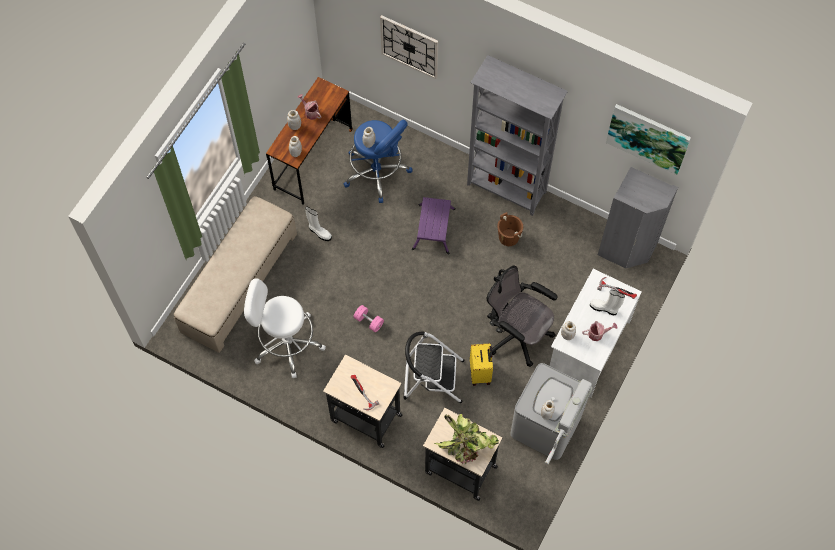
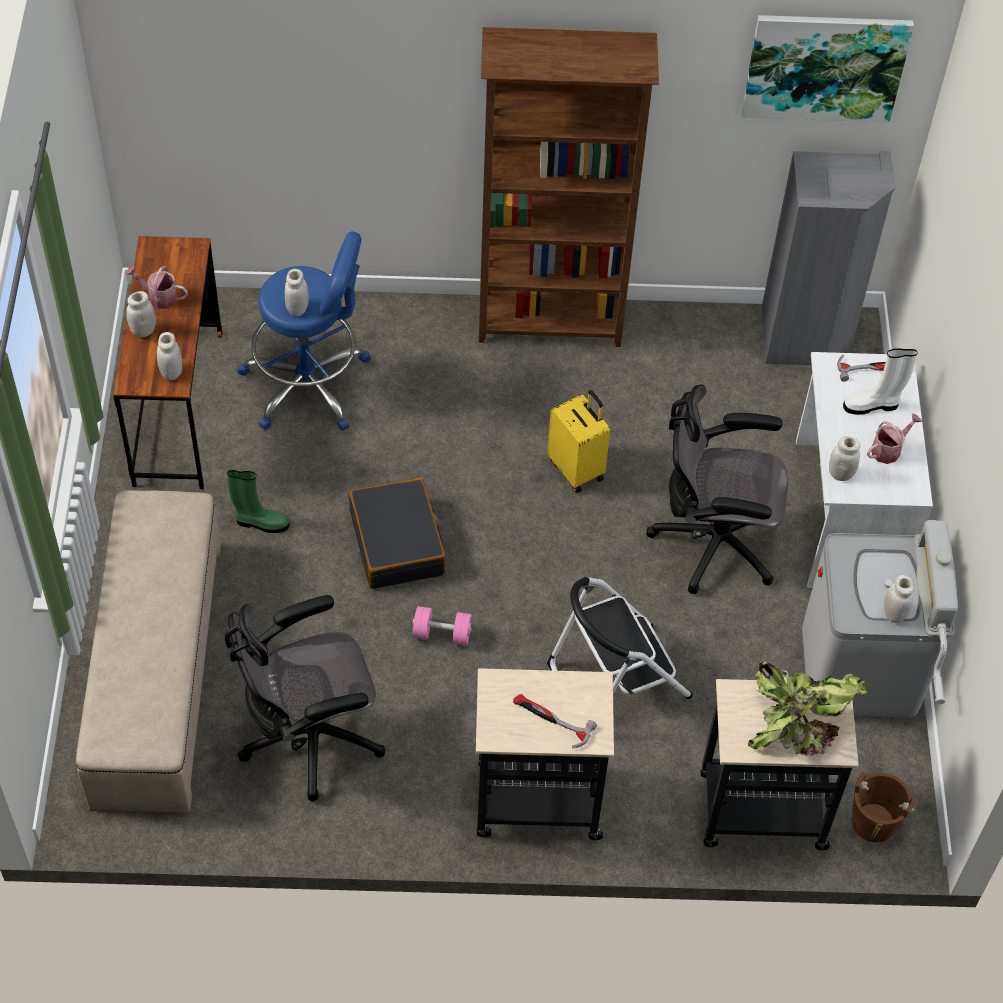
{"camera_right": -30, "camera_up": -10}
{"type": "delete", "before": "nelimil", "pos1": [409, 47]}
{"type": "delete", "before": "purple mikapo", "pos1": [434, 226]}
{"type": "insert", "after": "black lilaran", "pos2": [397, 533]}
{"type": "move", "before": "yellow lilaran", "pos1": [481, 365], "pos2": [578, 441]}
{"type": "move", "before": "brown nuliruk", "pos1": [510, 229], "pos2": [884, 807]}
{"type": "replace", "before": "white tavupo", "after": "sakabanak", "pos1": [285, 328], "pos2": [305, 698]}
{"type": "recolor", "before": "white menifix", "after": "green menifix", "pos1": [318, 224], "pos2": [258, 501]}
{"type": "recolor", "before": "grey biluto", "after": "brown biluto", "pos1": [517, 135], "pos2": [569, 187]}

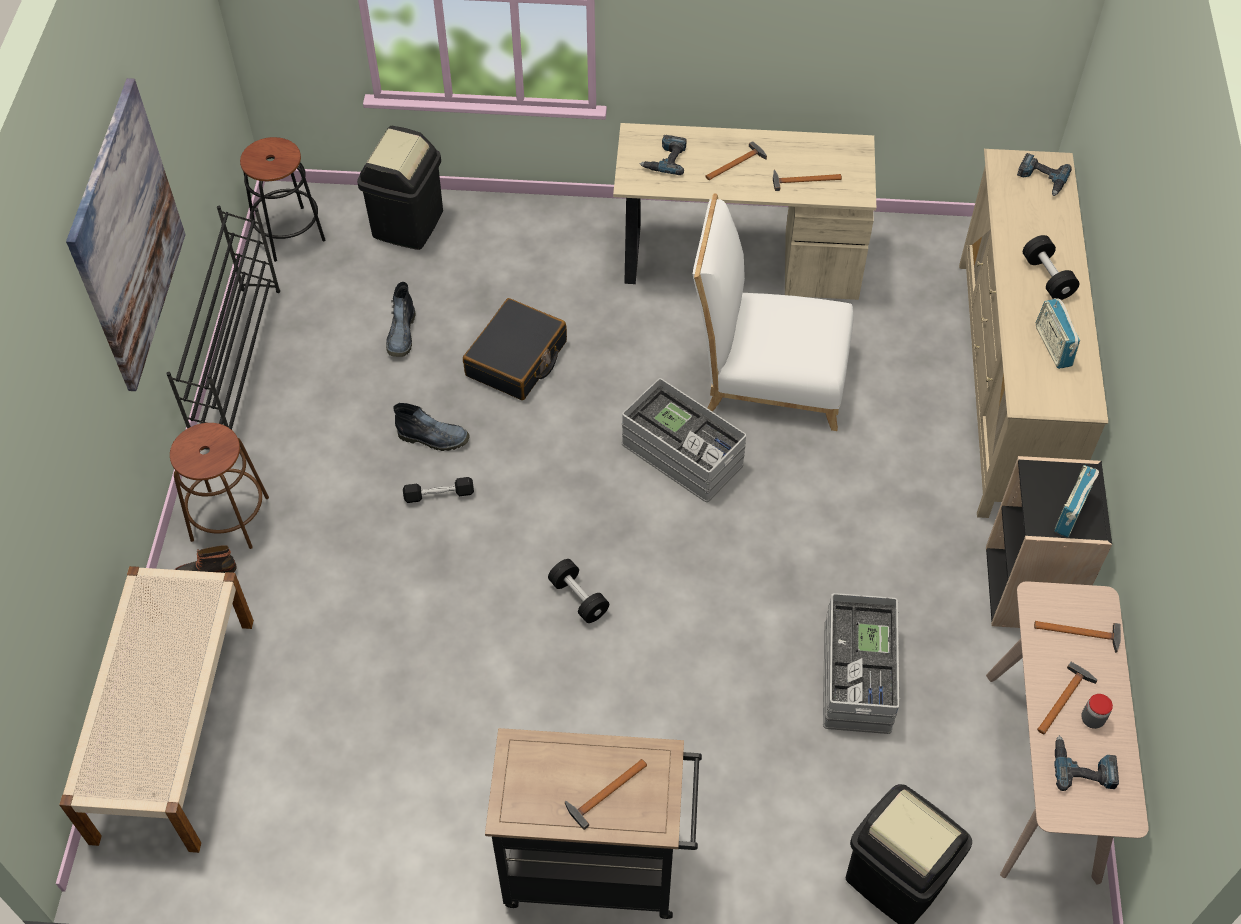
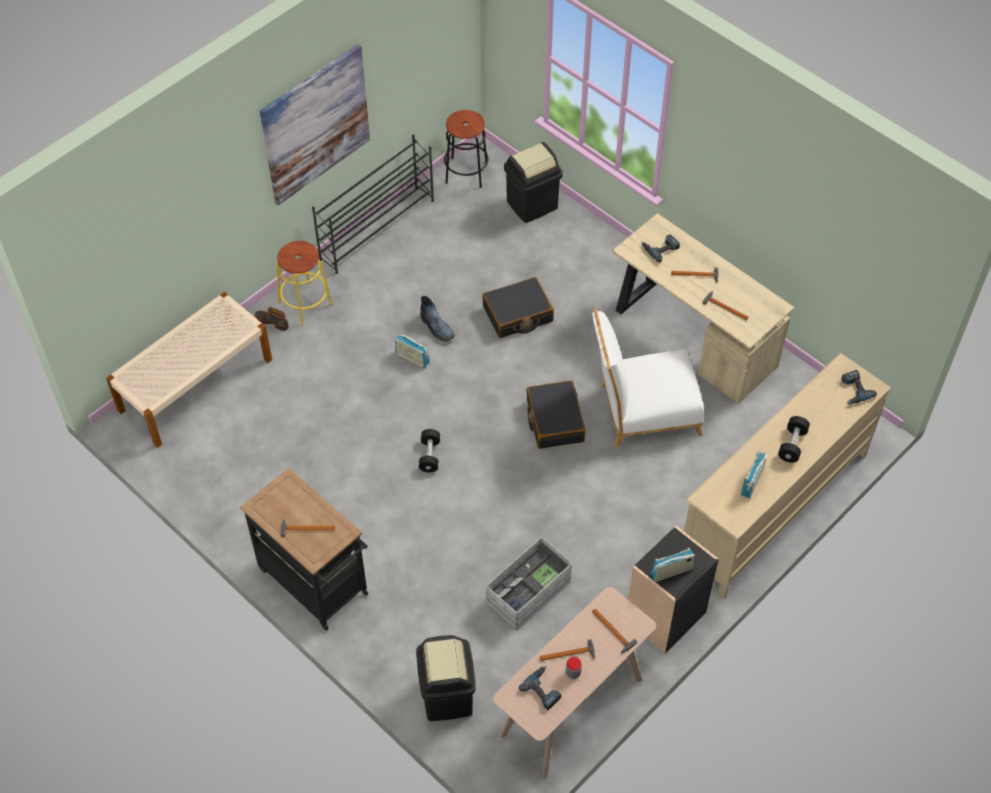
{"camera_right": 40, "camera_up": 0}
{"type": "delete", "before": "menifix", "pos1": [400, 319]}
{"type": "replace", "before": "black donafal", "after": "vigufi", "pos1": [438, 490], "pos2": [412, 351]}
{"type": "replace", "before": "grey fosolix", "after": "black lilaran", "pos1": [684, 440], "pos2": [556, 414]}
{"type": "recolor", "before": "brown tavupo", "after": "yellow tavupo", "pos1": [219, 486], "pos2": [305, 283]}
{"type": "rotate", "before": "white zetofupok", "pos1": [773, 312], "pos2": [648, 377], "turn": -60}

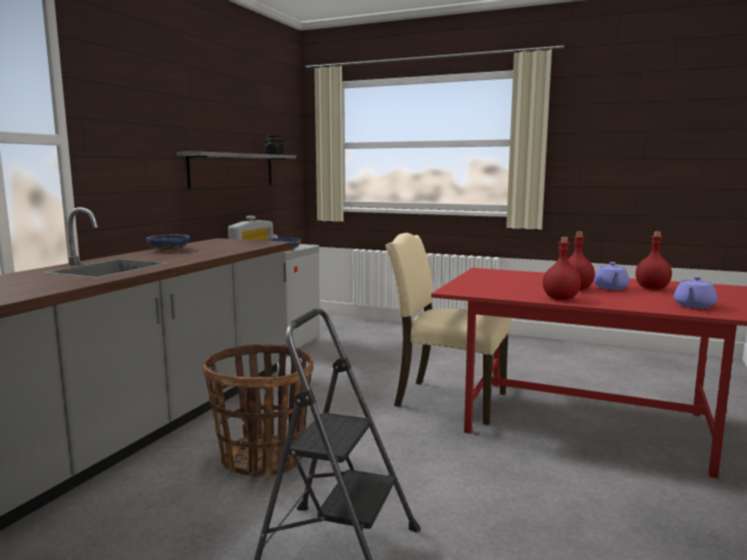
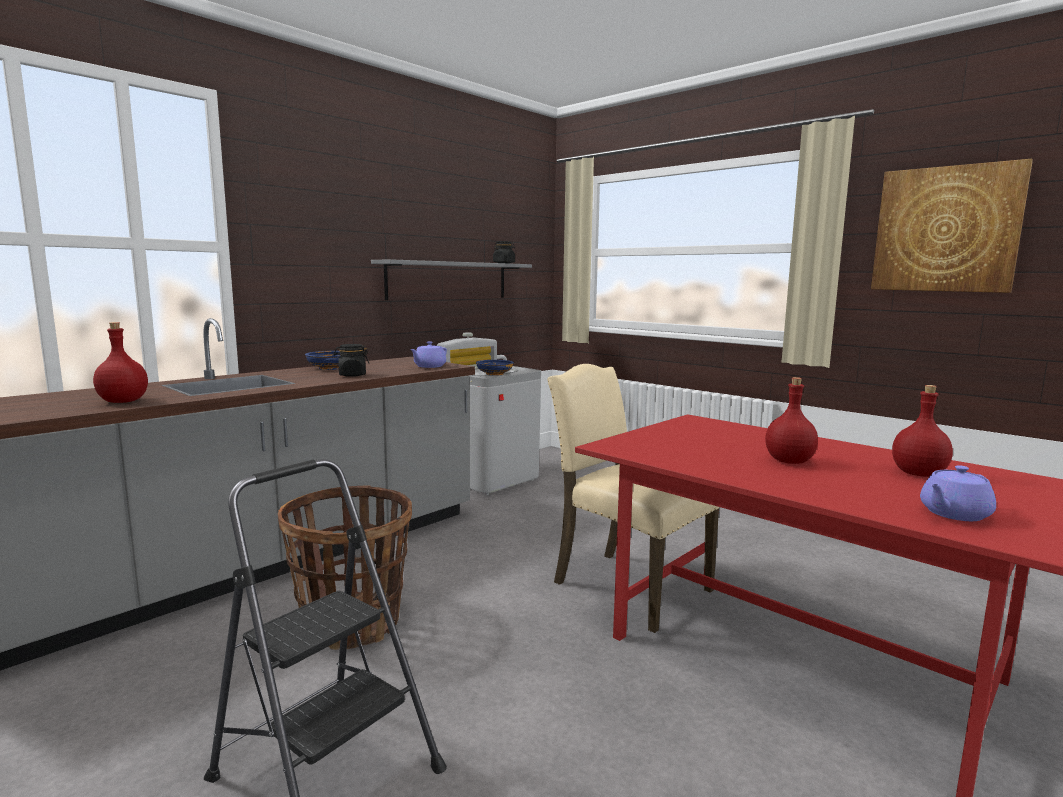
{"camera_right": 20, "camera_up": 0}
{"type": "insert", "after": "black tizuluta", "pos2": [351, 360]}
{"type": "insert", "after": "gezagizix", "pos2": [952, 226]}
{"type": "move", "before": "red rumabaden", "pos1": [562, 268], "pos2": [120, 362]}
{"type": "move", "before": "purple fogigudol", "pos1": [611, 276], "pos2": [428, 354]}

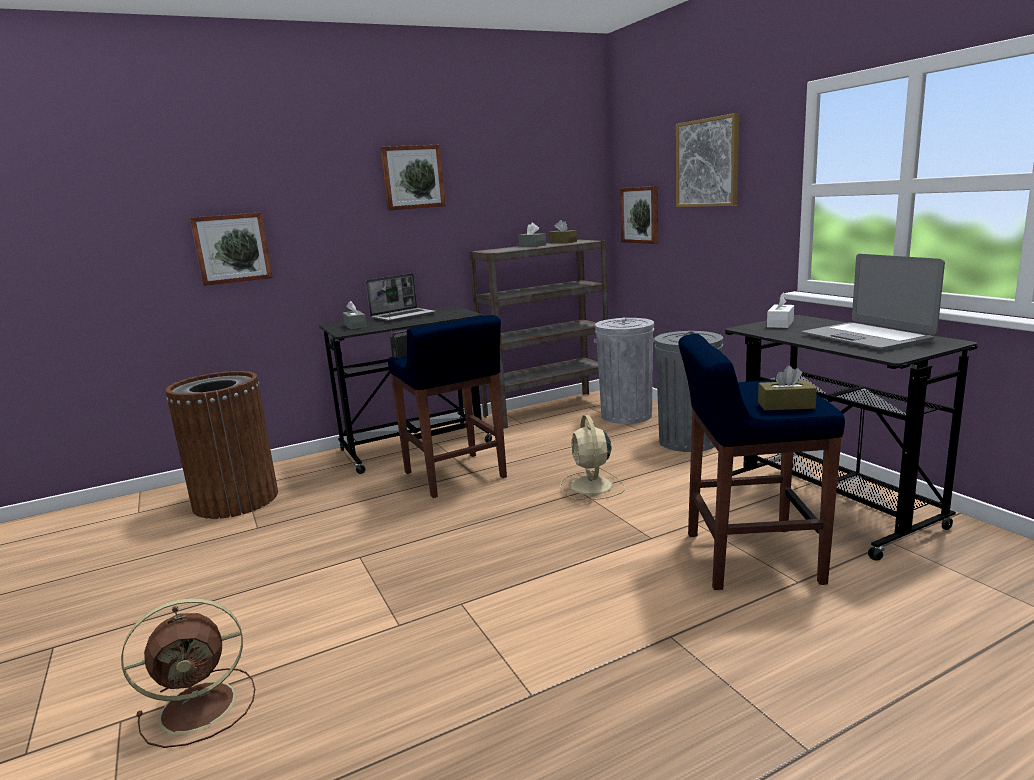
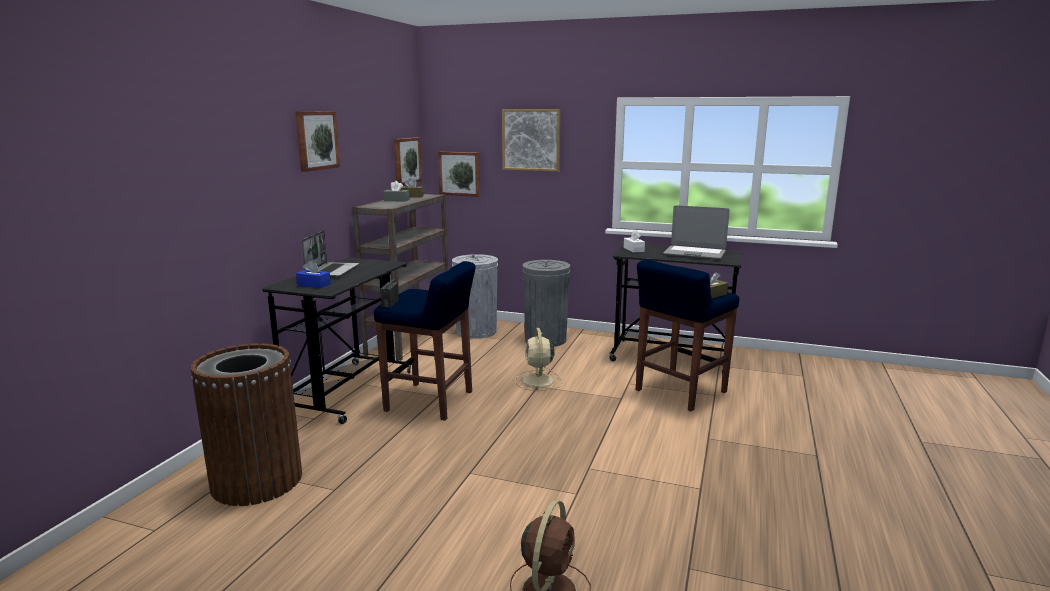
{"camera_right": -45, "camera_up": 0}
{"type": "move", "before": "gezagizix", "pos1": [231, 249], "pos2": [408, 161]}
{"type": "recolor", "before": "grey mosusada", "after": "blue mosusada", "pos1": [355, 315], "pos2": [313, 274]}
{"type": "rotate", "before": "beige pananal", "pos1": [592, 457], "pos2": [539, 359], "turn": 45}

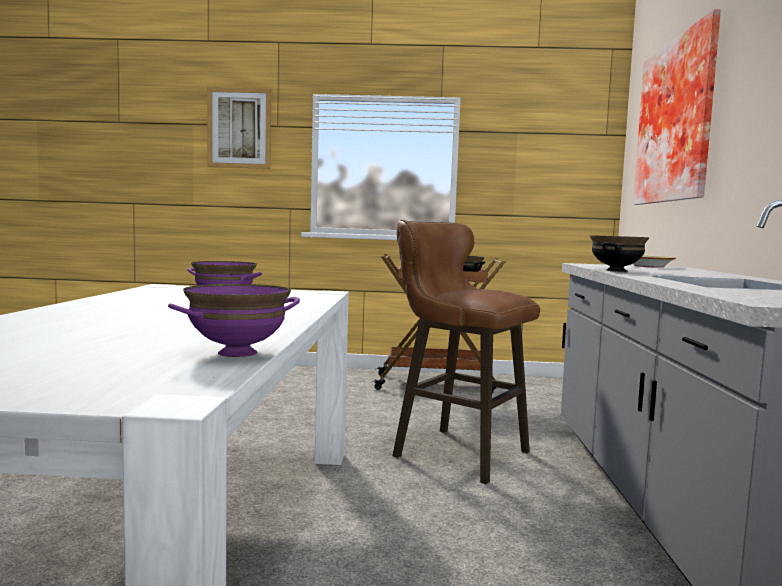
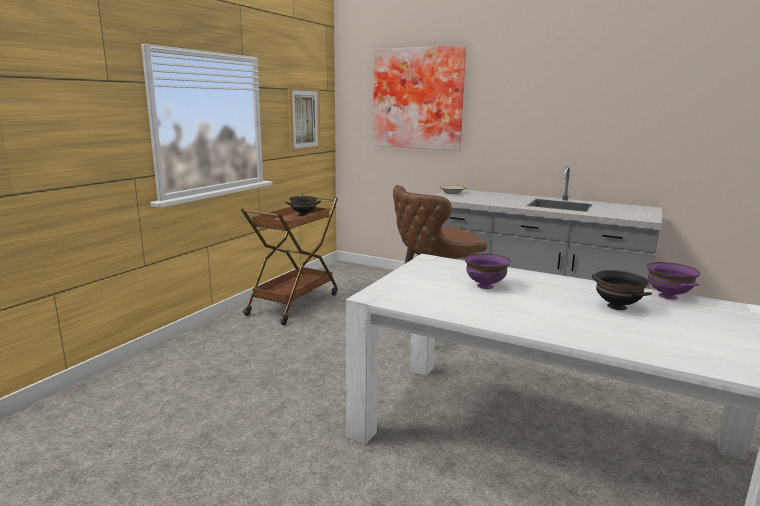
{"camera_right": -65, "camera_up": 10}
{"type": "move", "before": "gezagizix", "pos1": [239, 128], "pos2": [304, 119]}
{"type": "move", "before": "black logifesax", "pos1": [619, 253], "pos2": [622, 290]}

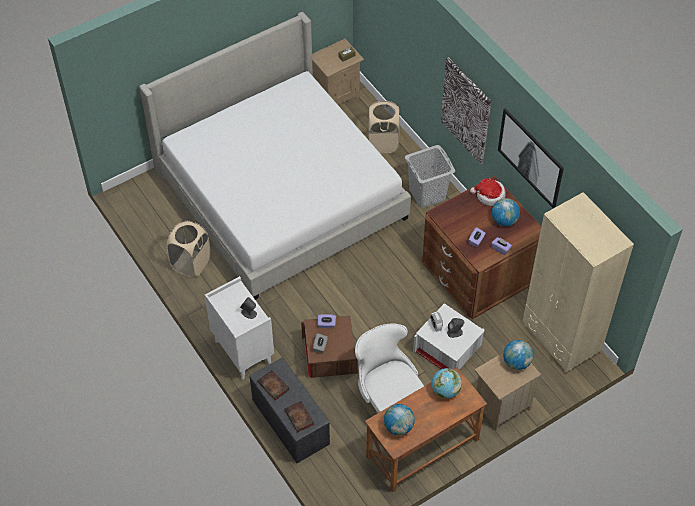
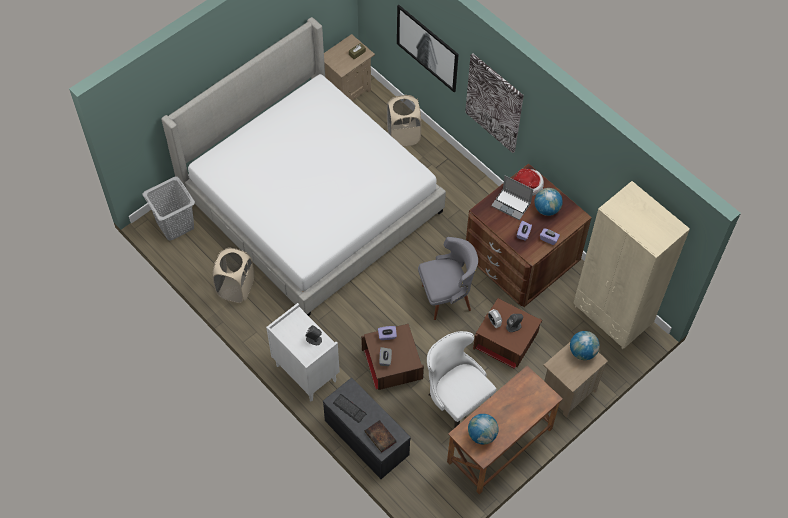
{"camera_right": -10, "camera_up": 5}
{"type": "delete", "before": "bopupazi", "pos1": [447, 383]}
{"type": "insert", "after": "grey zetofupok", "pos2": [448, 278]}
{"type": "insert", "after": "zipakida", "pos2": [512, 197]}
{"type": "move", "before": "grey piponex", "pos1": [430, 176], "pos2": [169, 208]}
{"type": "move", "before": "gezagizix", "pos1": [531, 158], "pos2": [428, 48]}
{"type": "replace", "before": "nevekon", "after": "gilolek", "pos1": [273, 385], "pos2": [349, 408]}
{"type": "recolor", "before": "white fosolix", "after": "brown fosolix", "pos1": [449, 336], "pos2": [507, 333]}

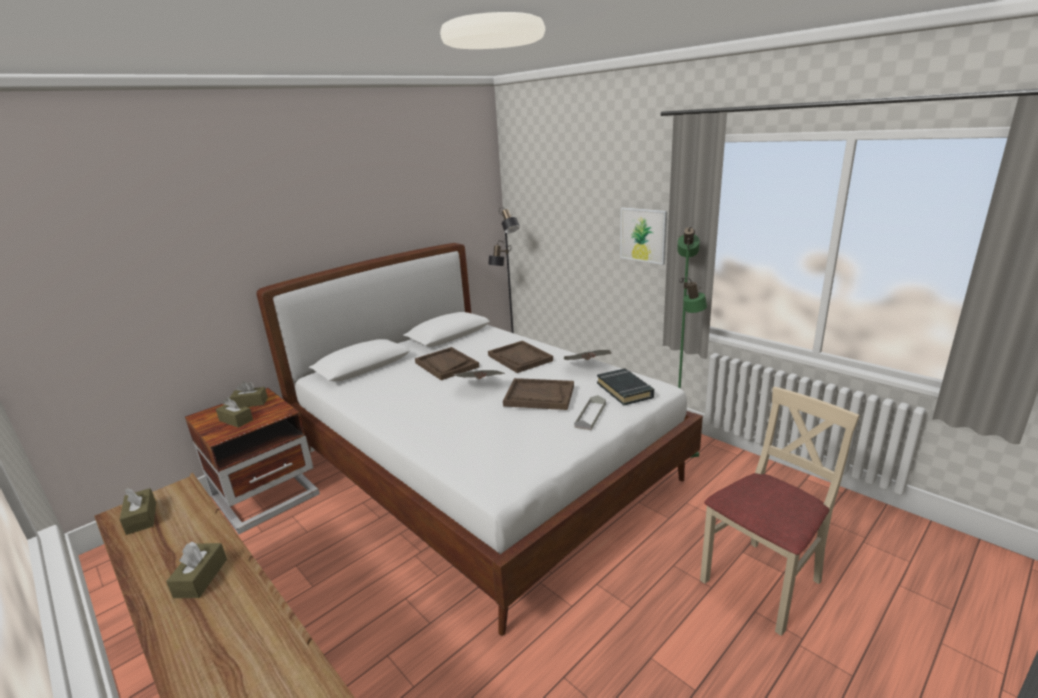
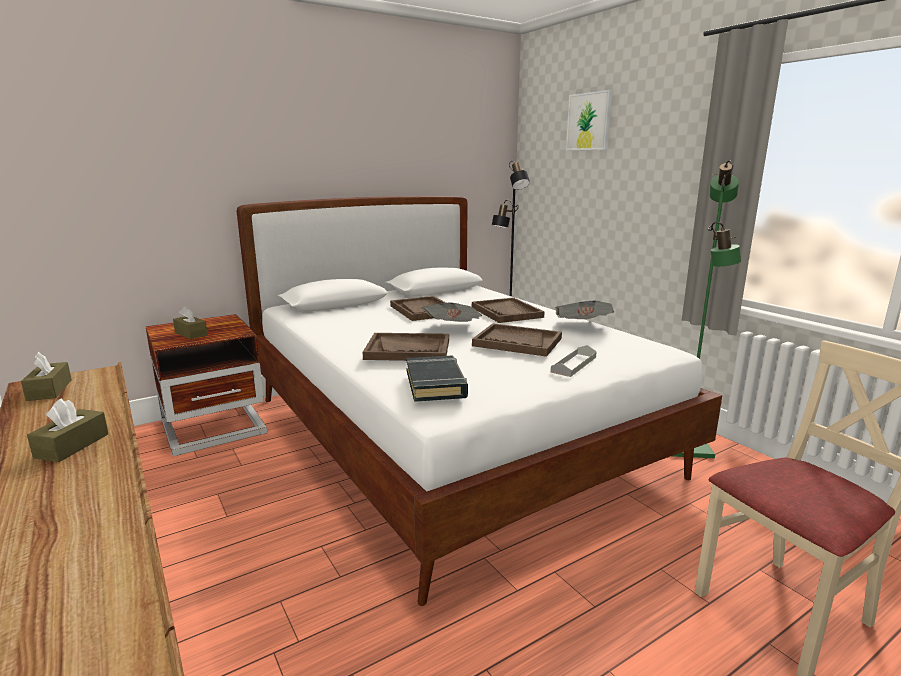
{"camera_right": 10, "camera_up": -5}
{"type": "delete", "before": "brown mosusada", "pos1": [249, 394]}
{"type": "insert", "after": "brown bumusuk", "pos2": [406, 347]}
{"type": "move", "before": "black nevekon", "pos1": [625, 386], "pos2": [437, 379]}
{"type": "move", "before": "gezagizix", "pos1": [643, 236], "pos2": [589, 120]}

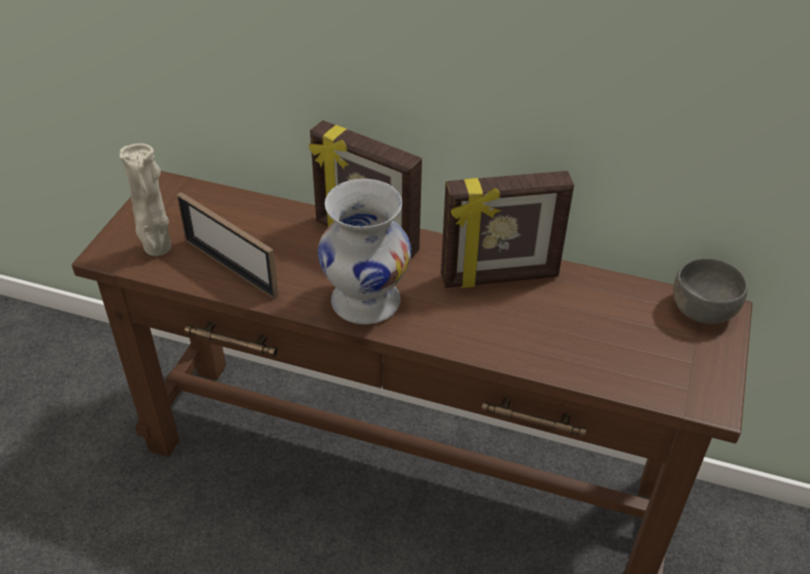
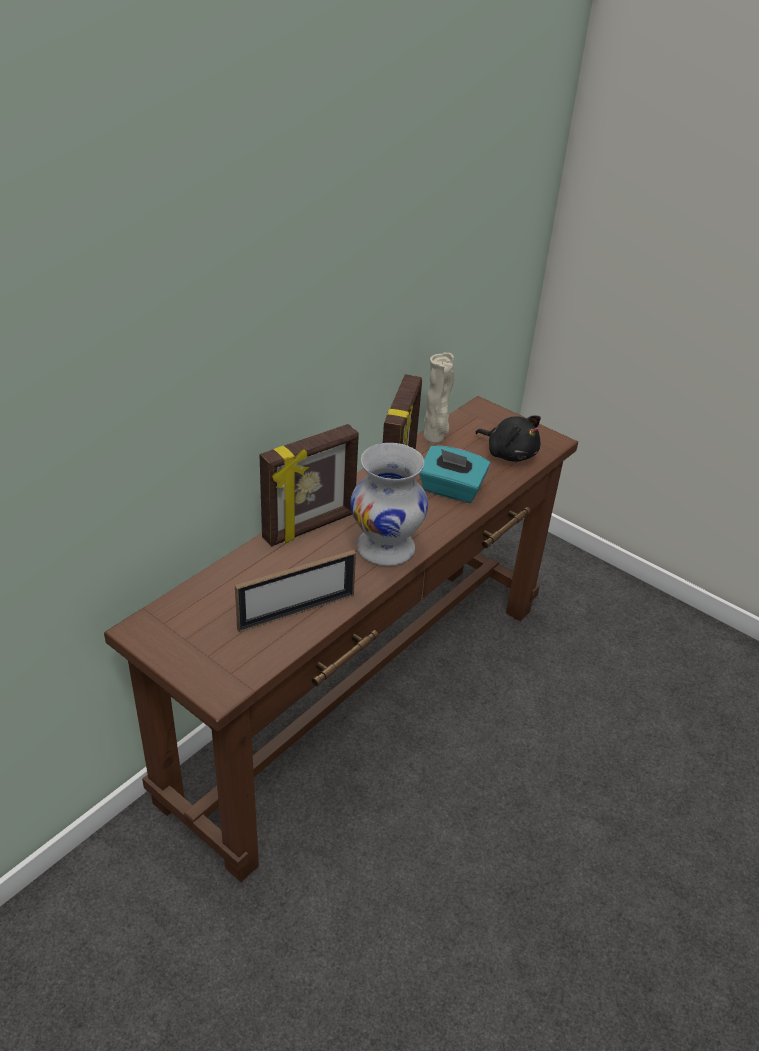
{"camera_right": -70, "camera_up": -5}
{"type": "delete", "before": "grey logifesax", "pos1": [710, 291]}
{"type": "insert", "after": "turquoise mosusada", "pos2": [454, 474]}
{"type": "insert", "after": "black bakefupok", "pos2": [508, 439]}
{"type": "move", "before": "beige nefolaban", "pos1": [146, 199], "pos2": [439, 398]}

